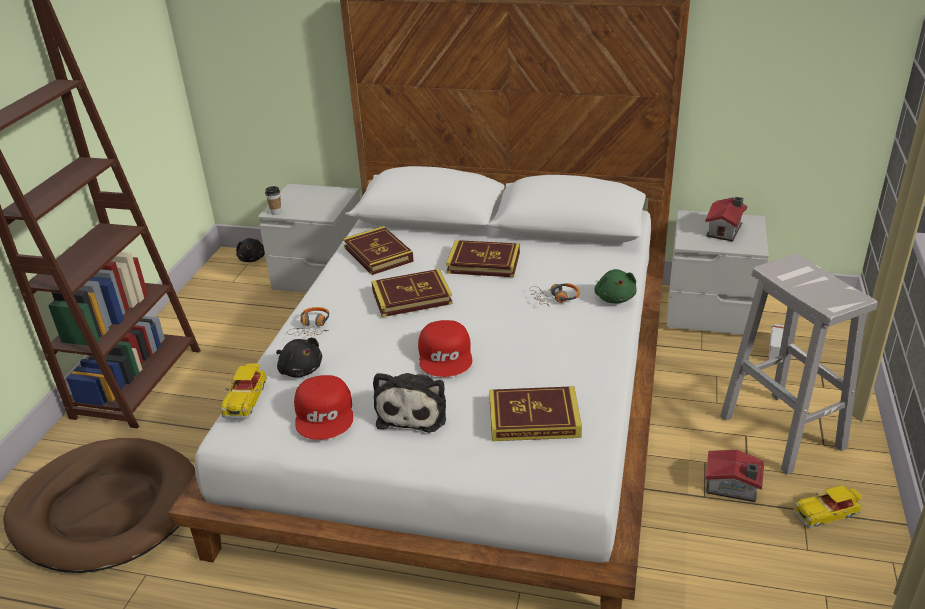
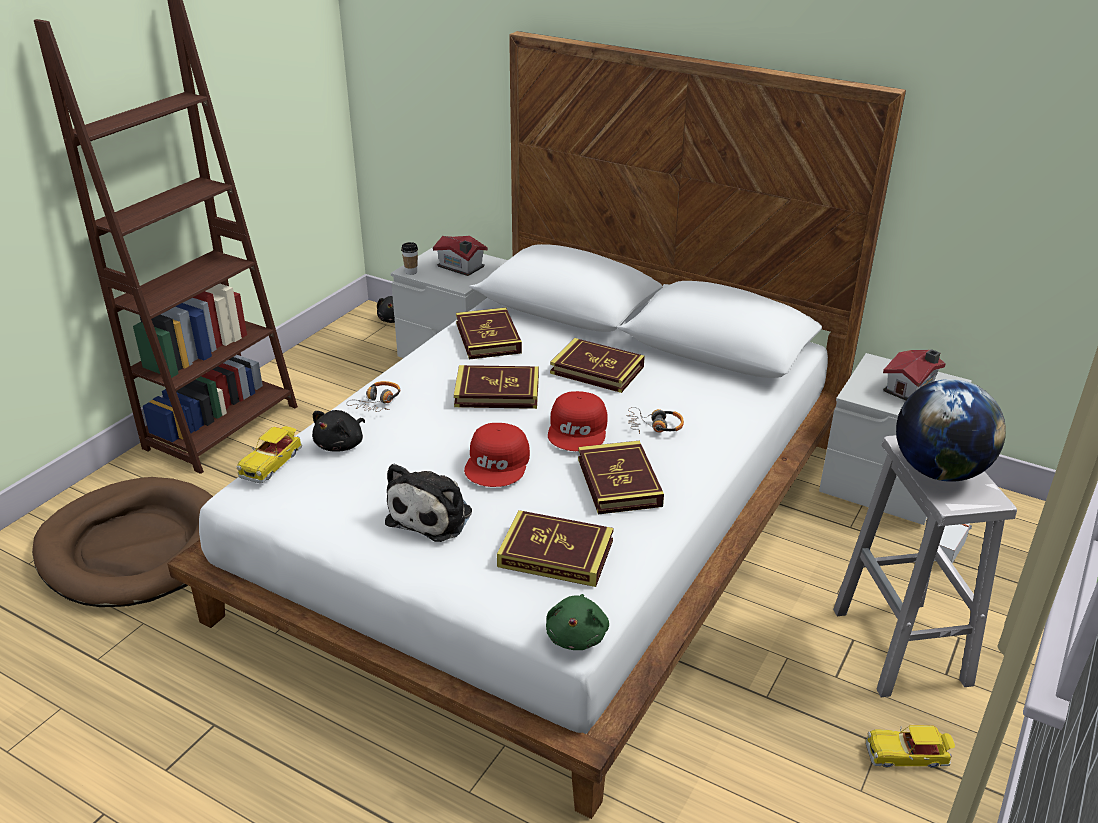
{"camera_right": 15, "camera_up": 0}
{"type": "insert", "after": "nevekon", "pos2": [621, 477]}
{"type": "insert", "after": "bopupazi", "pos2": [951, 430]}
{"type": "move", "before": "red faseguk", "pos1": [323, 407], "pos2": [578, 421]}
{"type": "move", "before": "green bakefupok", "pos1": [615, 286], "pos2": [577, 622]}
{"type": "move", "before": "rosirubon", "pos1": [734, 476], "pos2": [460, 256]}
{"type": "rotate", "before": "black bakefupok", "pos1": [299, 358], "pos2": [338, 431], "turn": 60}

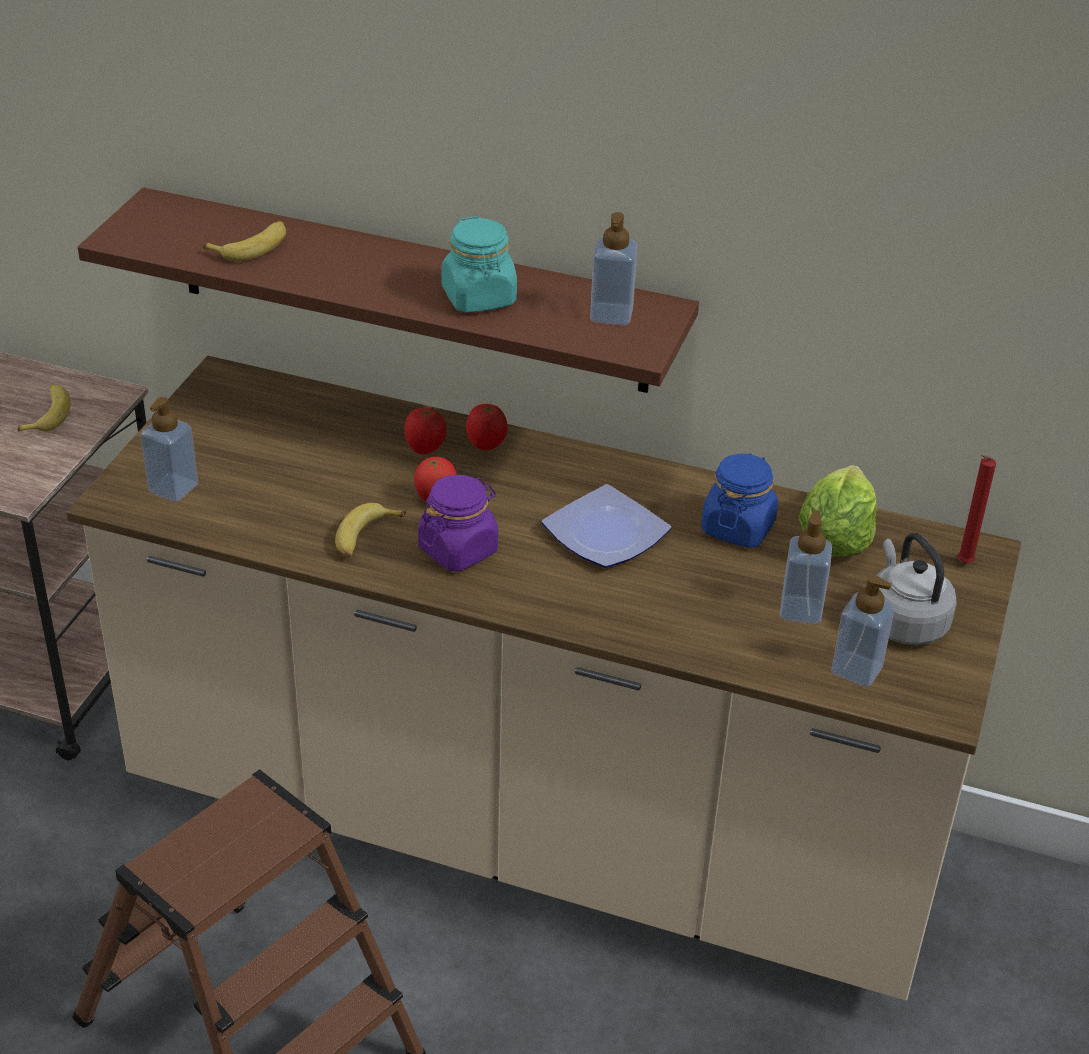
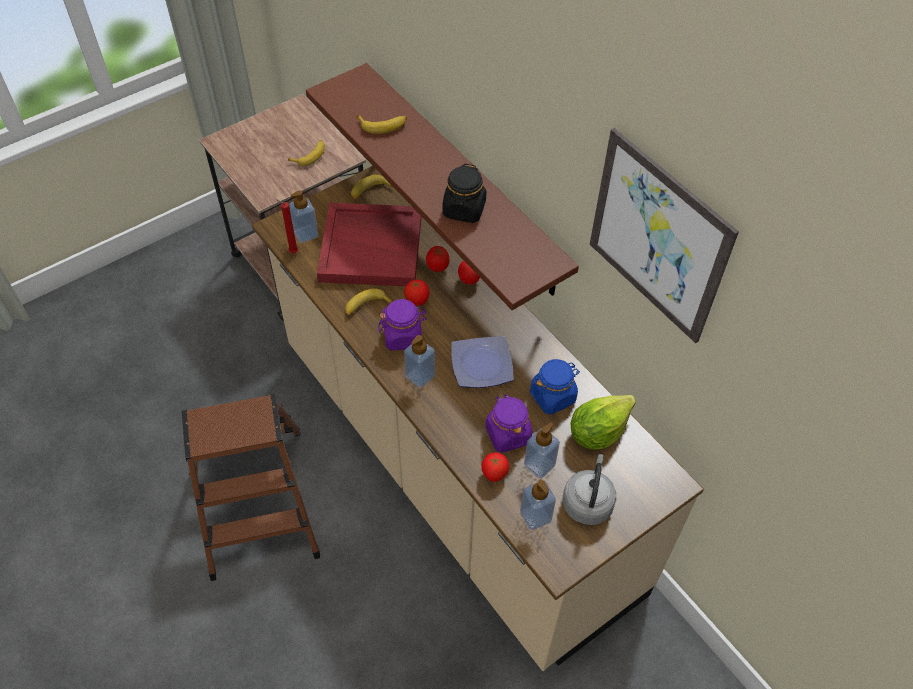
{"camera_right": 35, "camera_up": 15}
{"type": "insert", "after": "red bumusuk", "pos2": [369, 244]}
{"type": "insert", "after": "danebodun", "pos2": [372, 187]}
{"type": "insert", "after": "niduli", "pos2": [495, 467]}
{"type": "insert", "after": "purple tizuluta", "pos2": [508, 423]}
{"type": "insert", "after": "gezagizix", "pos2": [664, 235]}
{"type": "move", "before": "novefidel", "pos1": [613, 269], "pos2": [419, 361]}
{"type": "move", "before": "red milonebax", "pos1": [977, 508], "pos2": [287, 226]}
{"type": "recolor", "before": "turquoise tizuluta", "after": "black tizuluta", "pos1": [479, 264], "pos2": [464, 193]}

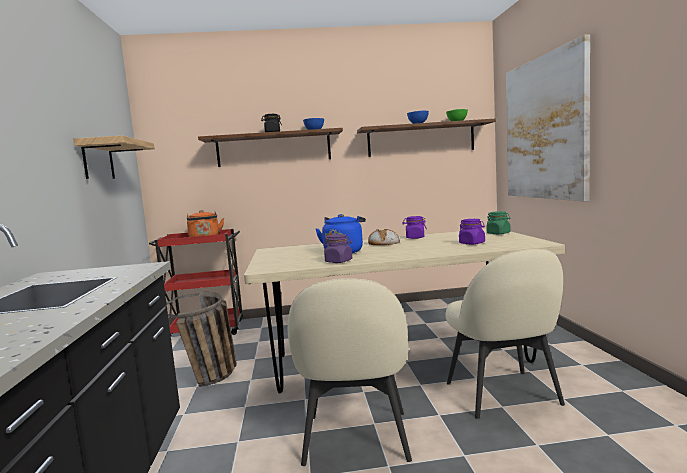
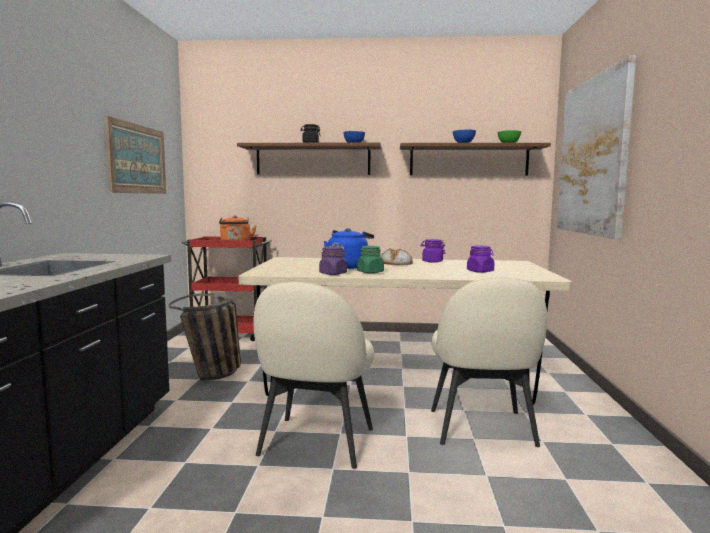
{"camera_right": 10, "camera_up": 0}
{"type": "move", "before": "green tizuluta", "pos1": [498, 223], "pos2": [370, 260]}
{"type": "replace", "before": "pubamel", "after": "gezagizix", "pos1": [114, 157], "pos2": [135, 155]}

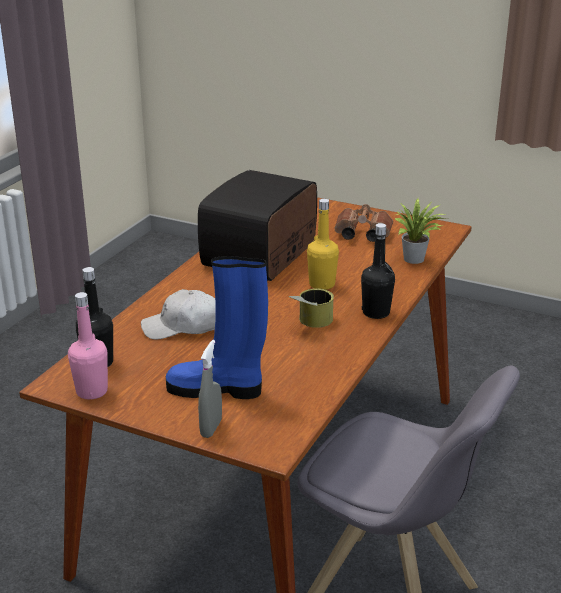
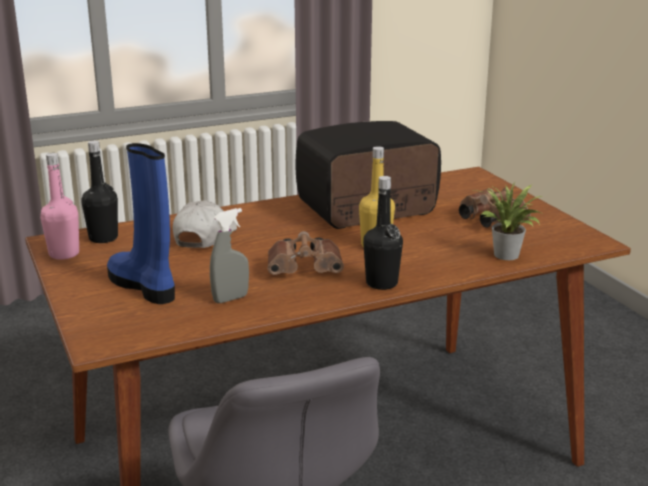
{"camera_right": 40, "camera_up": -5}
{"type": "move", "before": "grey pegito", "pos1": [210, 389], "pos2": [229, 255]}
{"type": "replace", "before": "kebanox", "after": "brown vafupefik", "pos1": [311, 308], "pos2": [305, 253]}
{"type": "rotate", "before": "white faseguk", "pos1": [178, 314], "pos2": [205, 224], "turn": 75}

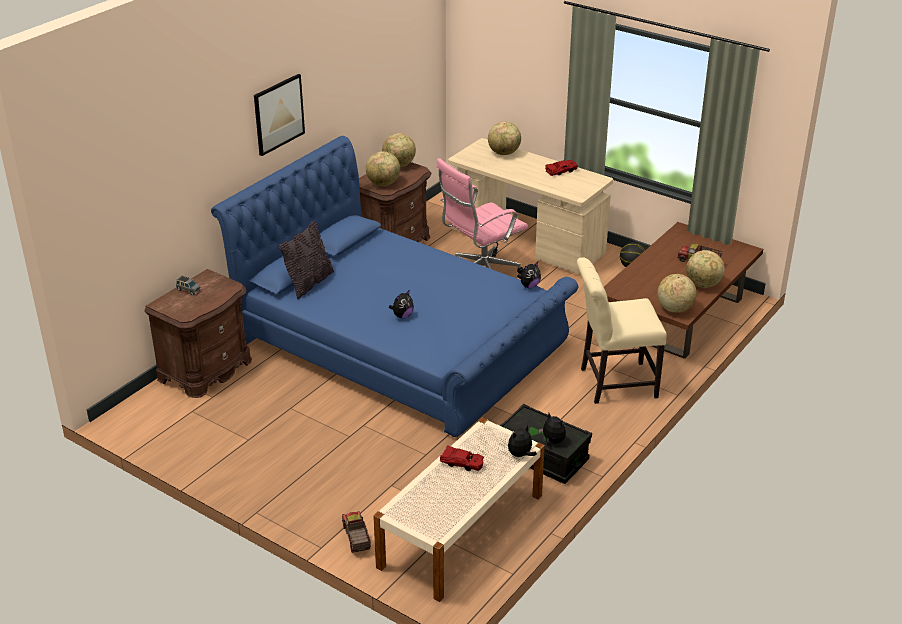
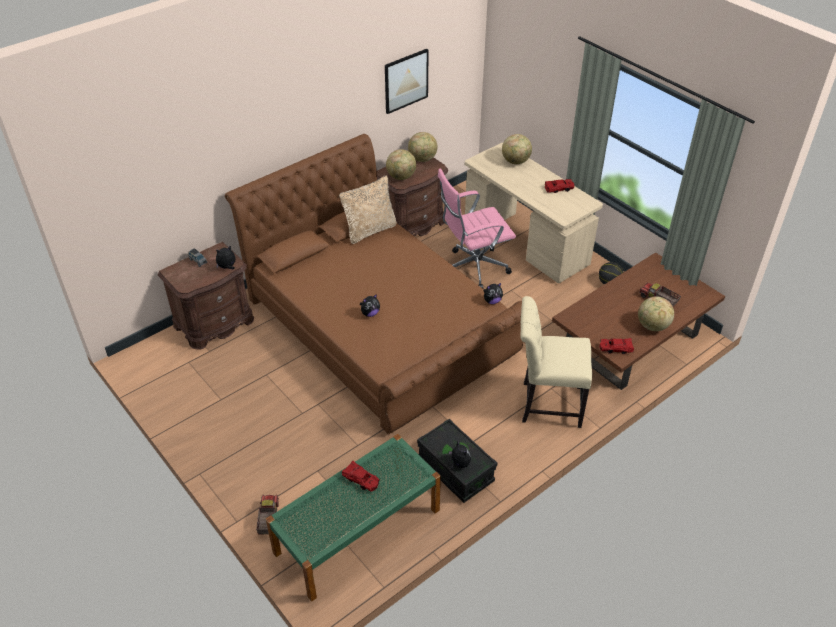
{"camera_right": 15, "camera_up": 10}
{"type": "delete", "before": "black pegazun", "pos1": [306, 260]}
{"type": "insert", "after": "beige pegazun", "pos2": [367, 210]}
{"type": "move", "before": "gezagizix", "pos1": [279, 115], "pos2": [407, 81]}
{"type": "move", "before": "bakefupok", "pos1": [522, 440], "pos2": [225, 257]}
{"type": "replace", "before": "bopupazi", "after": "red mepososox", "pos1": [677, 293], "pos2": [617, 346]}
{"type": "recolor", "before": "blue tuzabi", "after": "brown tuzabi", "pos1": [395, 286], "pos2": [374, 284]}
{"type": "recolor", "before": "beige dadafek", "after": "green dadafek", "pos1": [459, 510], "pos2": [353, 518]}

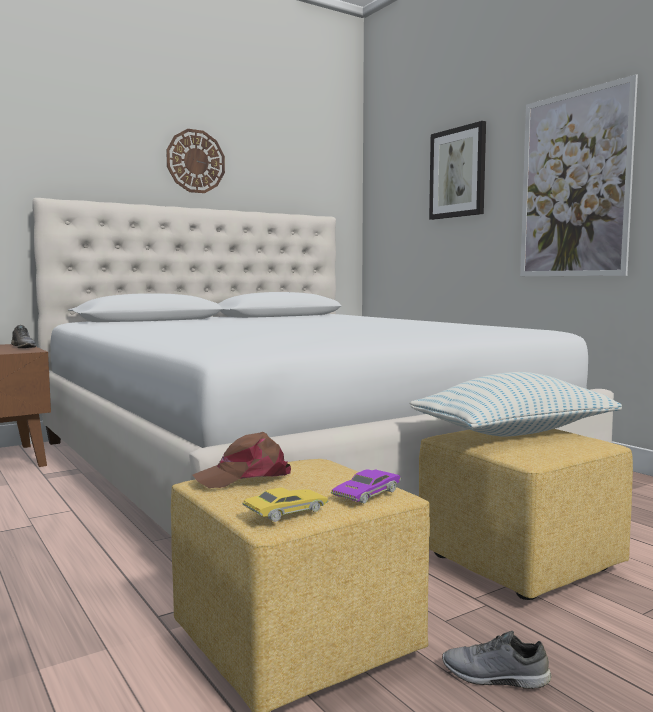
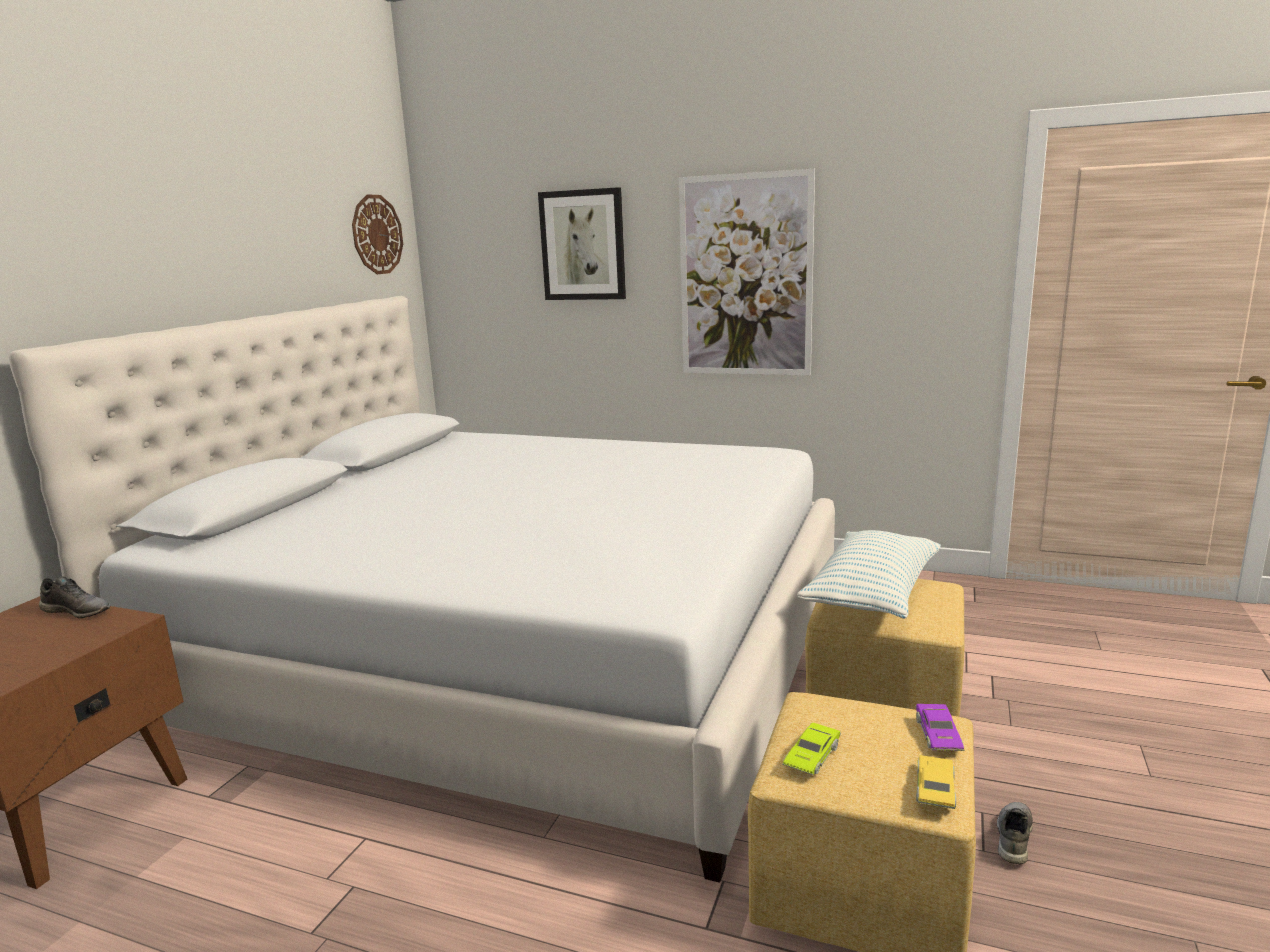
{"camera_right": -35, "camera_up": 10}
{"type": "move", "before": "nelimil", "pos1": [195, 161], "pos2": [377, 234]}
{"type": "replace", "before": "brown faseguk", "after": "green mepososox", "pos1": [242, 460], "pos2": [811, 749]}
{"type": "rotate", "before": "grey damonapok", "pos1": [496, 660], "pos2": [1015, 833], "turn": 135}

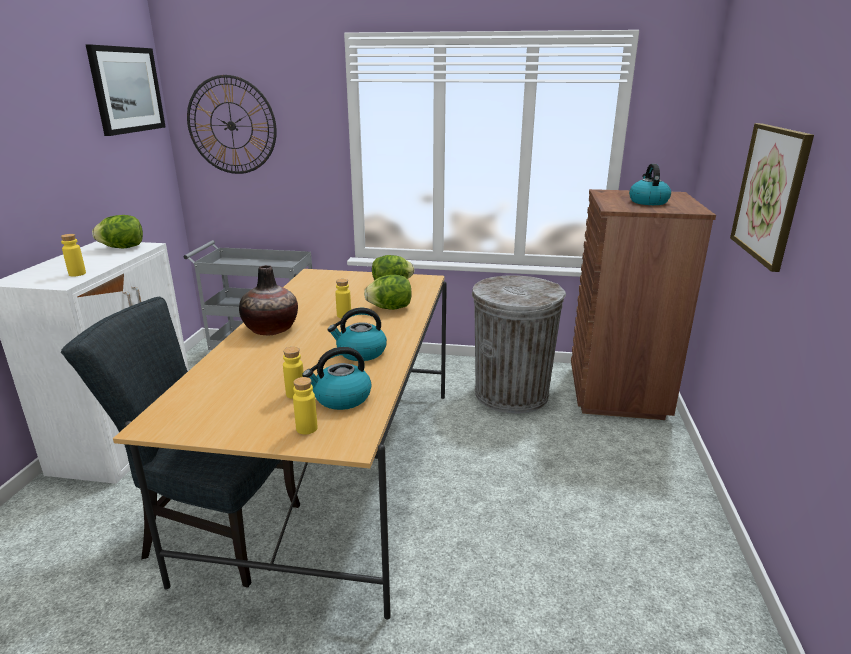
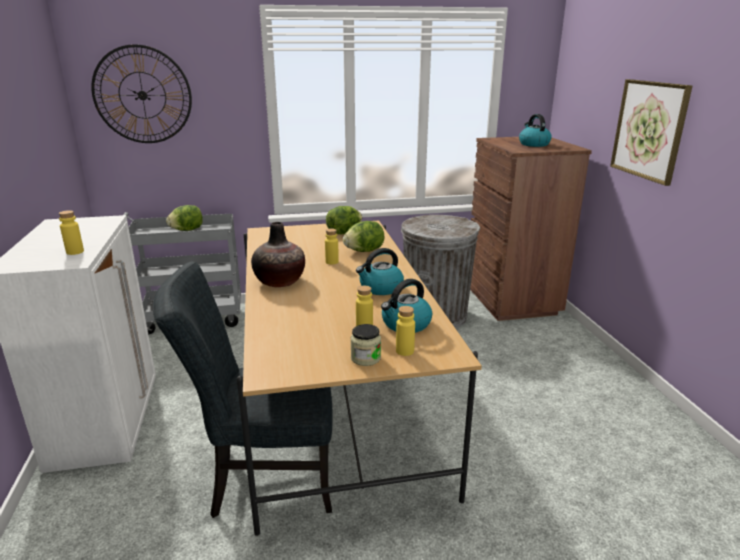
{"camera_right": -20, "camera_up": 0}
{"type": "delete", "before": "gezagizix", "pos1": [125, 90]}
{"type": "insert", "after": "tizuluta", "pos2": [365, 345]}
{"type": "move", "before": "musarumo", "pos1": [117, 231], "pos2": [184, 218]}

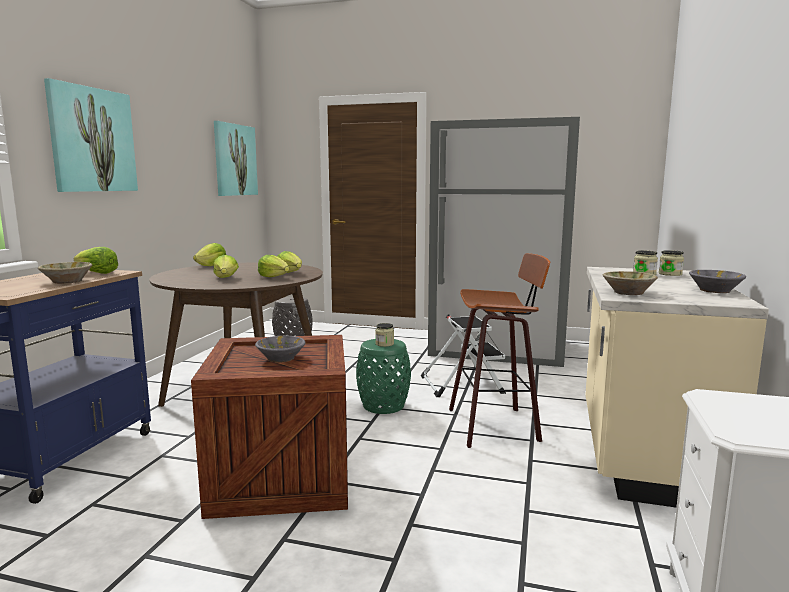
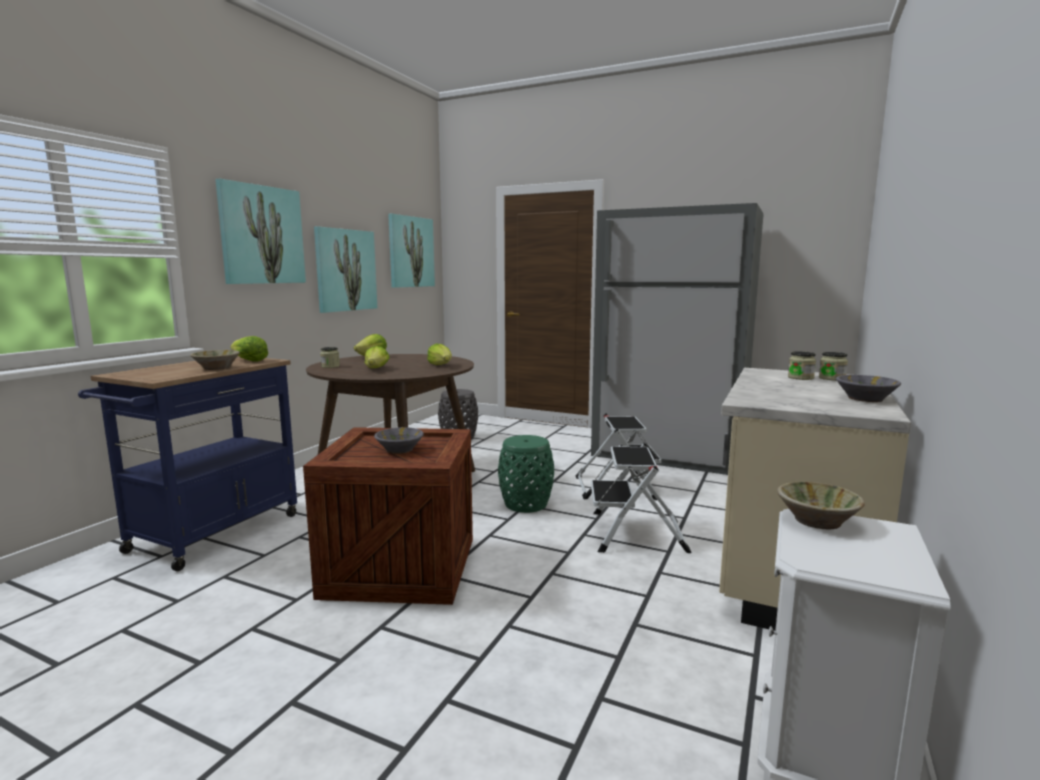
{"camera_right": 10, "camera_up": 0}
{"type": "delete", "before": "musarumo", "pos1": [273, 266]}
{"type": "insert", "after": "gezagizix", "pos2": [345, 269]}
{"type": "move", "before": "tizuluta", "pos1": [384, 335], "pos2": [330, 357]}
{"type": "move", "before": "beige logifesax", "pos1": [630, 283], "pos2": [821, 505]}
{"type": "replace", "before": "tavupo", "after": "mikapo", "pos1": [499, 350], "pos2": [641, 498]}

